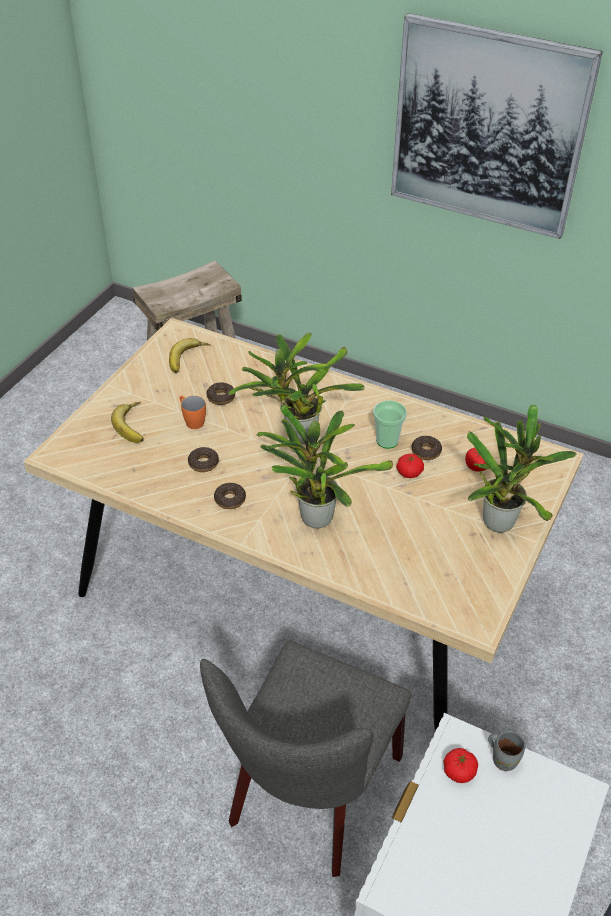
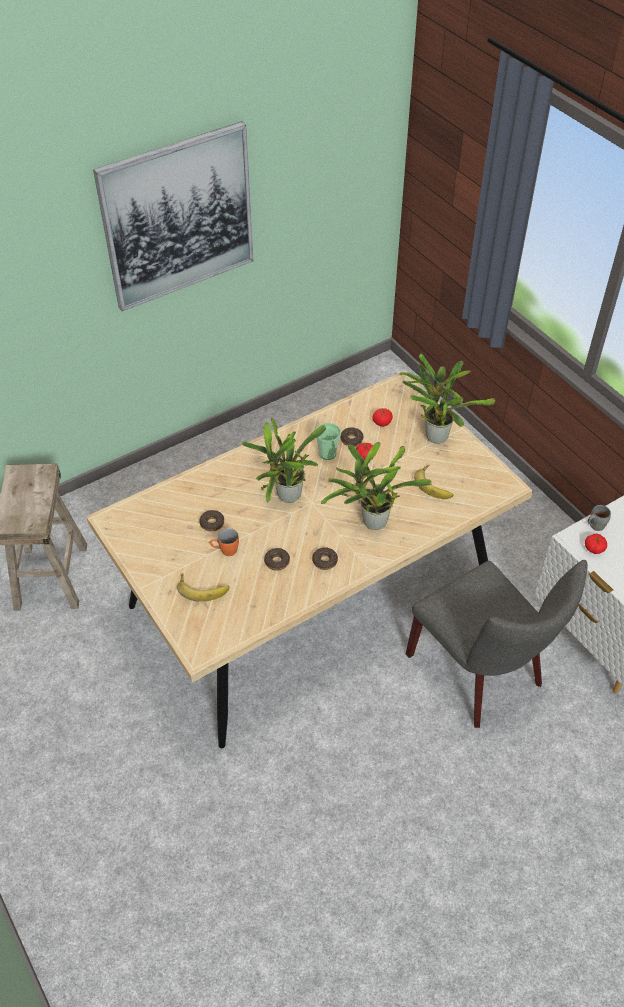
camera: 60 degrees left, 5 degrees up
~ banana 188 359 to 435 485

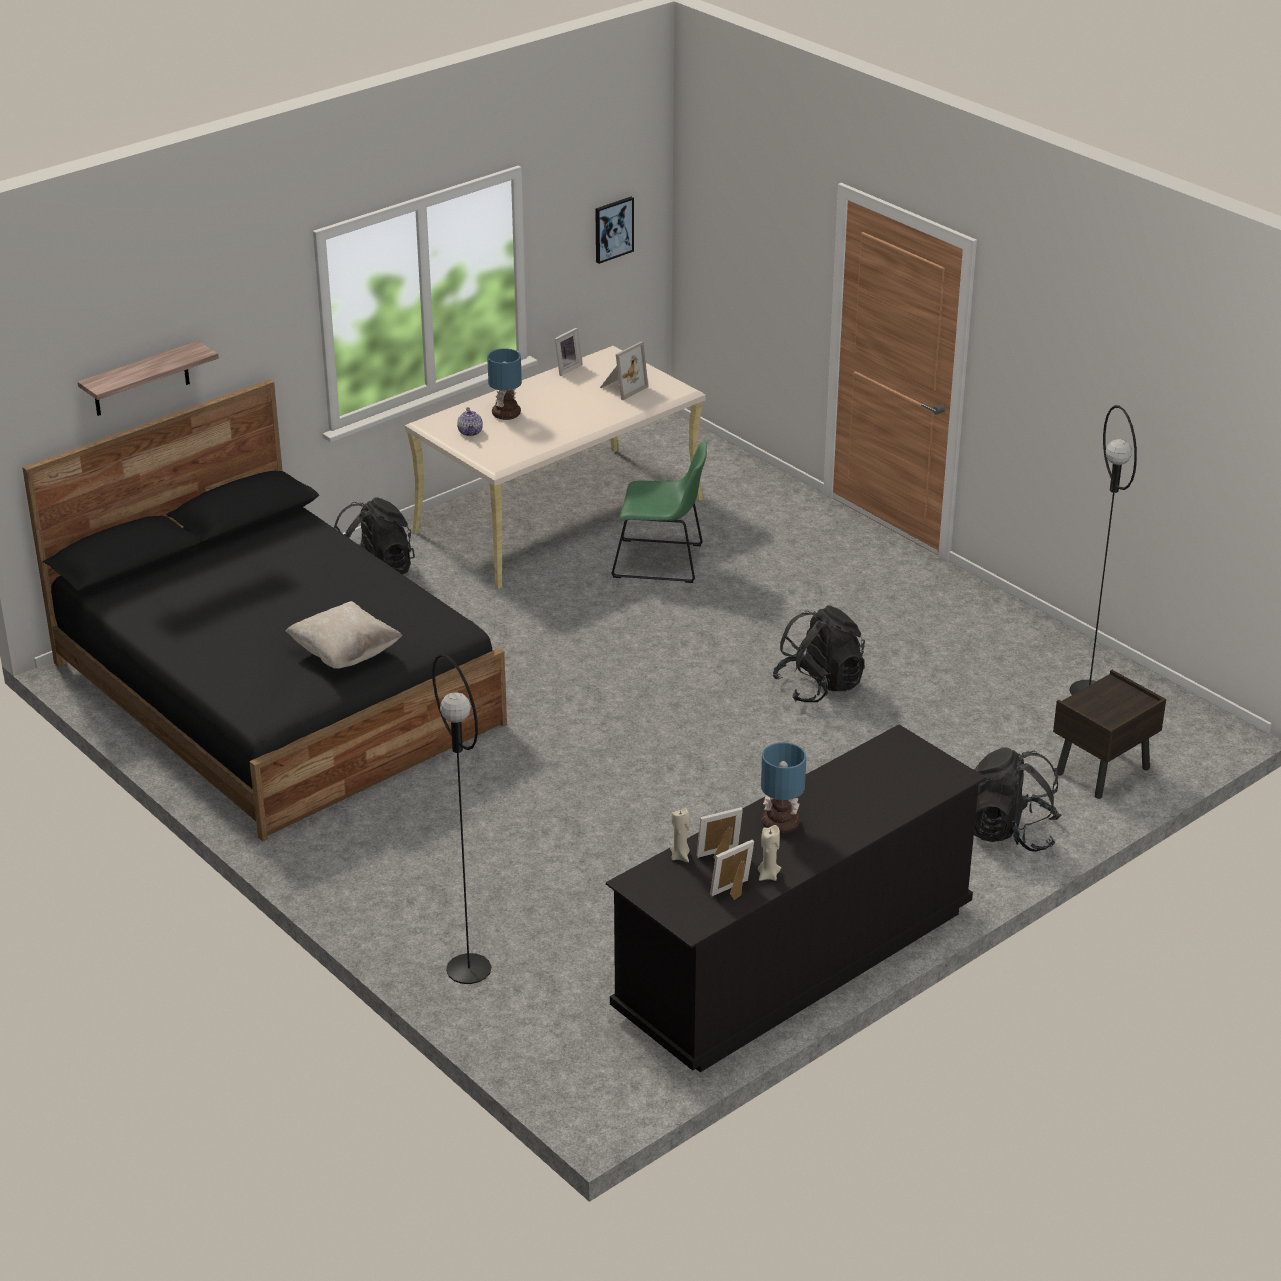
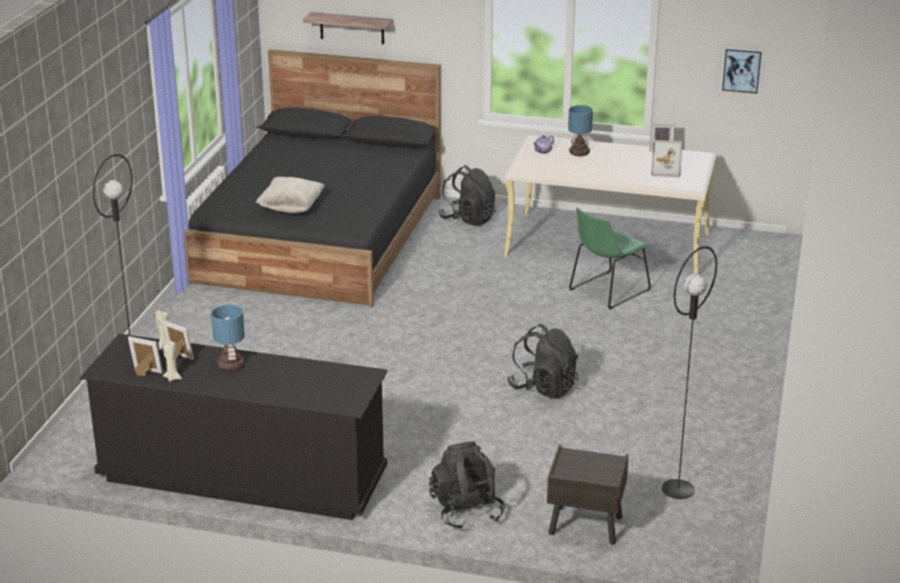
camera: 55 degrees right, 5 degrees down
~ chair in green 662 561 = 607 291 75 degrees clockwise

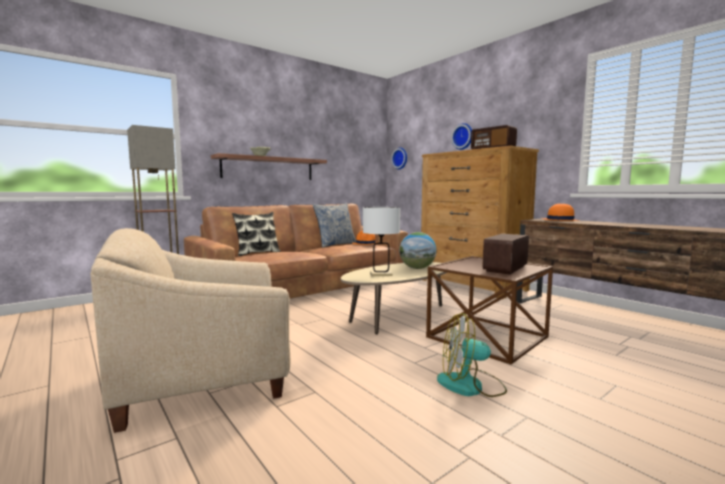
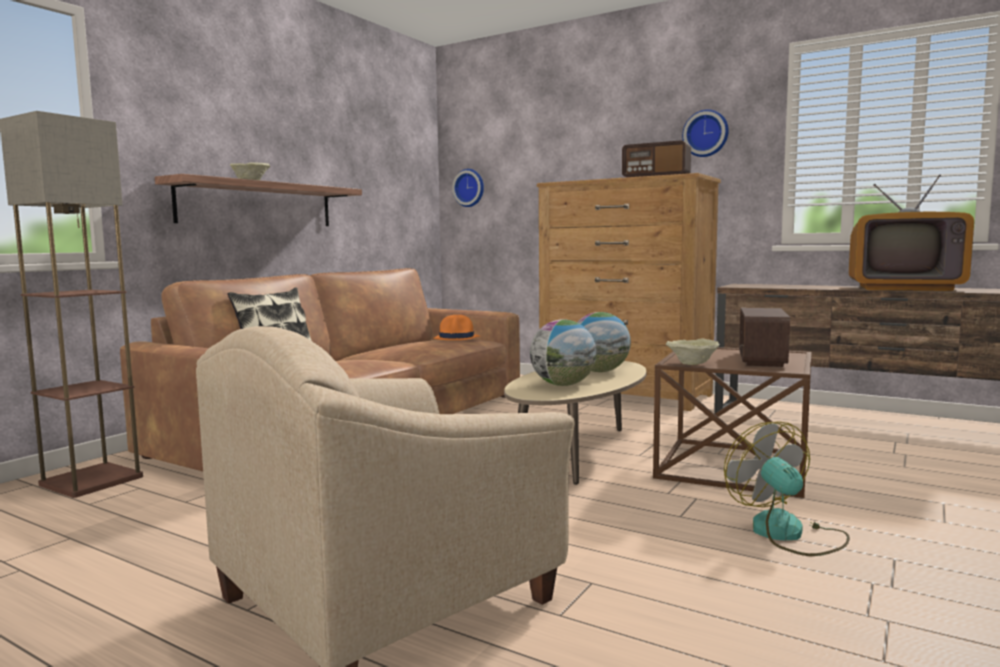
camera: 20 degrees left, 0 degrees up
~ table lamp in white 381 274 to globe 563 385
+ bowl in beige 690 363
~ wall clock 463 136 to 706 134
~ fan 470 385 = 788 534 90 degrees clockwise
+ television 904 288
- pillow 335 245
- hat in orange 559 220

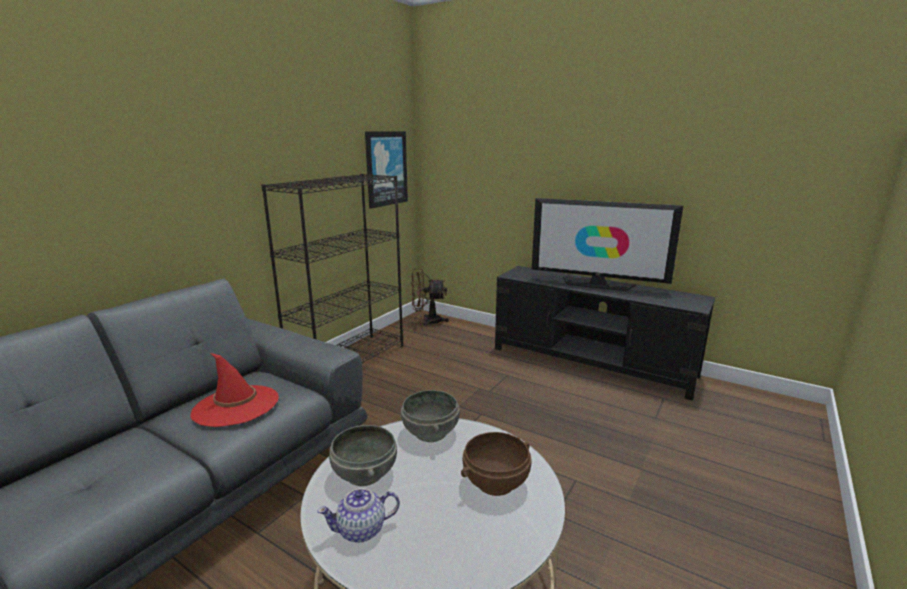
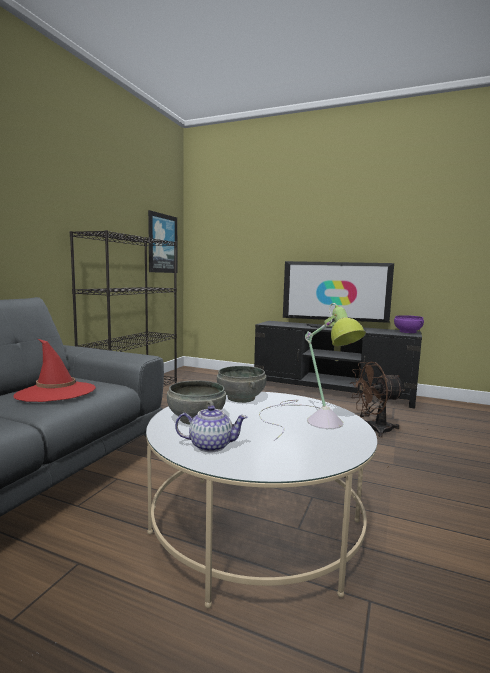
camera: 10 degrees left, 10 degrees down
~ teapot 362 530 = 210 445 150 degrees counterclockwise
~ bowl in brown 496 483 to table lamp 310 419
~ fan in brown 427 321 to 374 429
+ bowl in purple 408 332

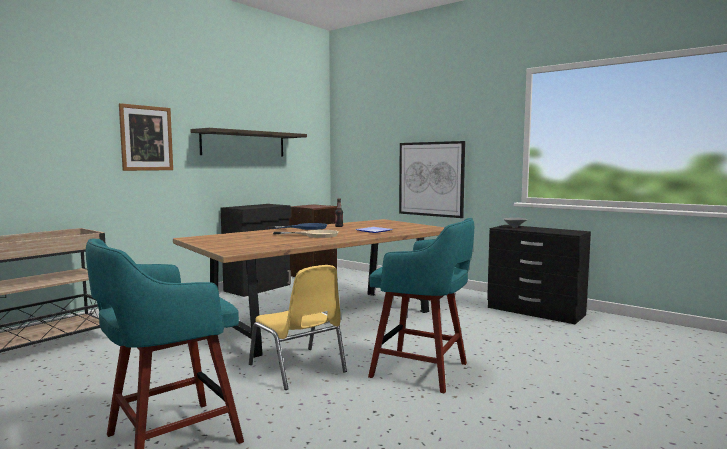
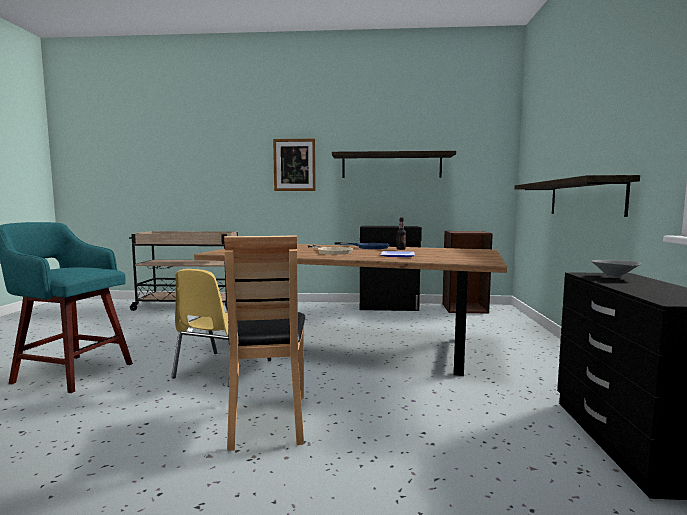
camera: 55 degrees right, 0 degrees up
~ stool in turquoise 422 371 to chair in brown 267 419
~ picture 431 179 to shelf 584 198

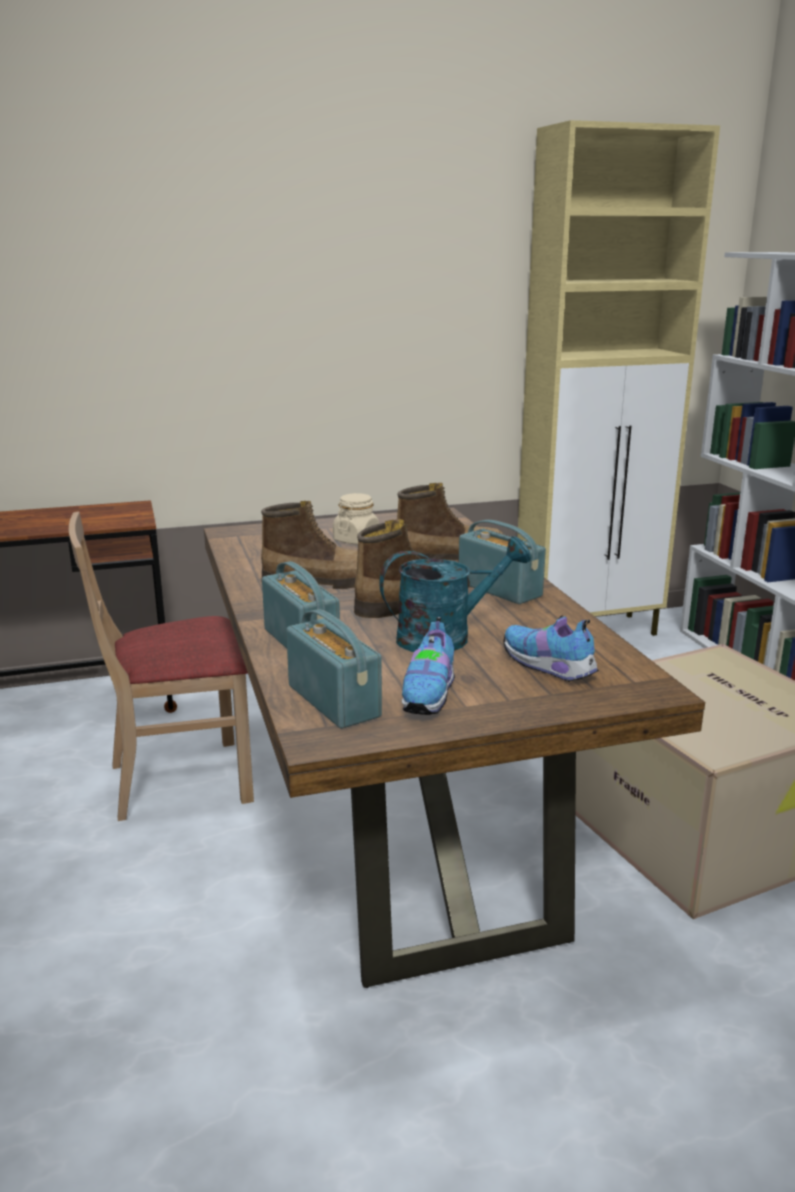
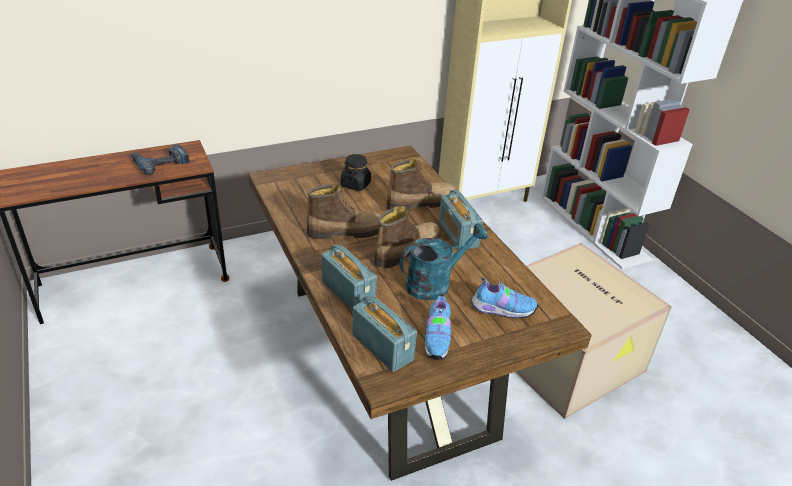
camera: 10 degrees left, 15 degrees up
+ power drill 160 162
~ jar in beige 356 540 to jar in black 355 184
~ radio 499 589 = 458 234 150 degrees counterclockwise
~ shoe 549 668 = 501 309 150 degrees clockwise
- chair in beige 180 780

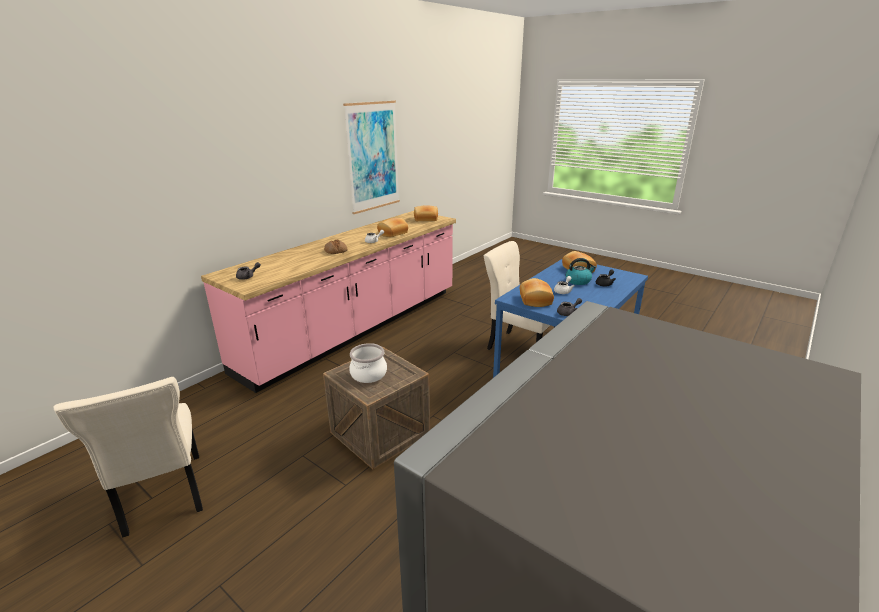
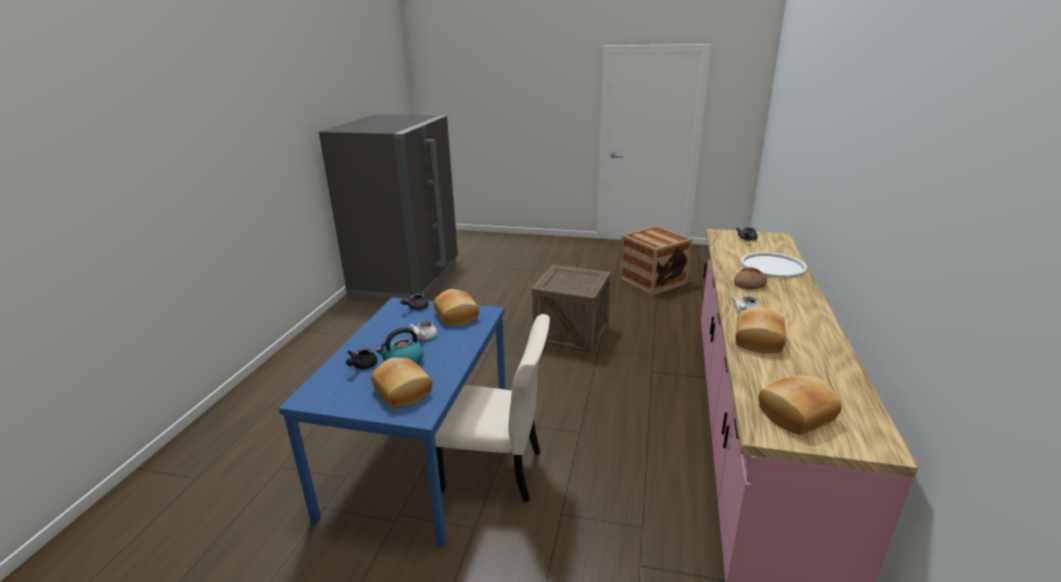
camera: 155 degrees right, 0 degrees up
~ chair in beige 163 496 to crate 652 281
+ tray in white 772 265
- picture 373 157
- cooking pot 369 374

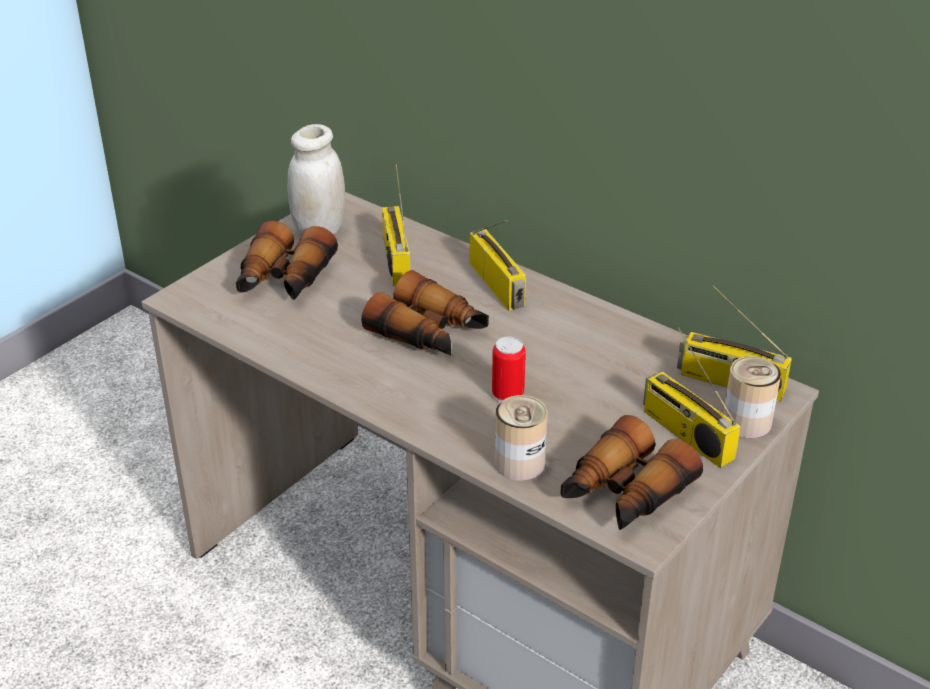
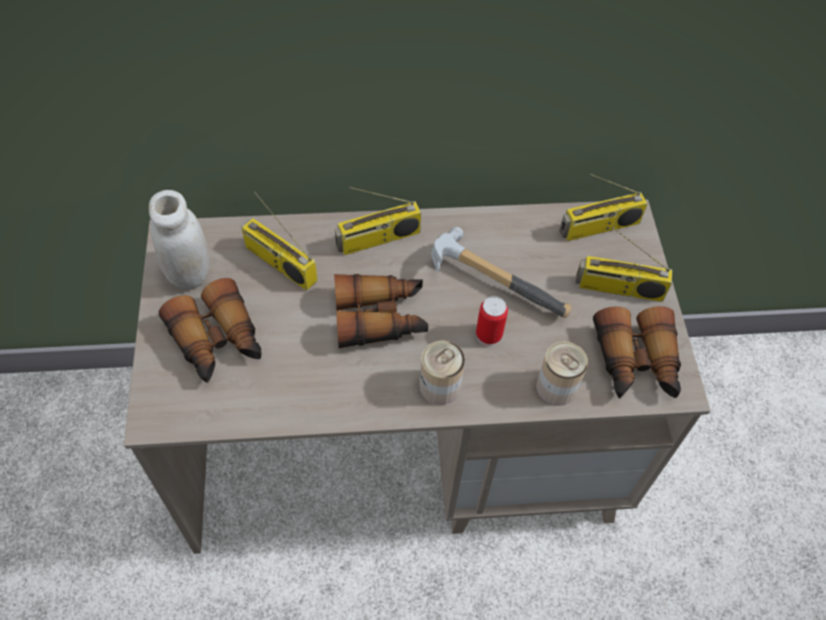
camera: 45 degrees left, 20 degrees up
~ radio 498 285 = 378 240 135 degrees clockwise
~ can 747 422 to 439 386
+ hammer 495 278

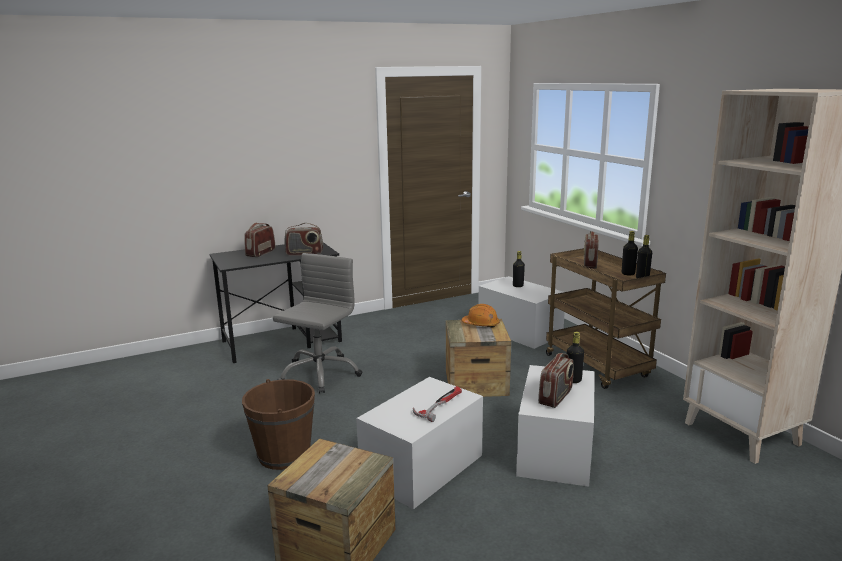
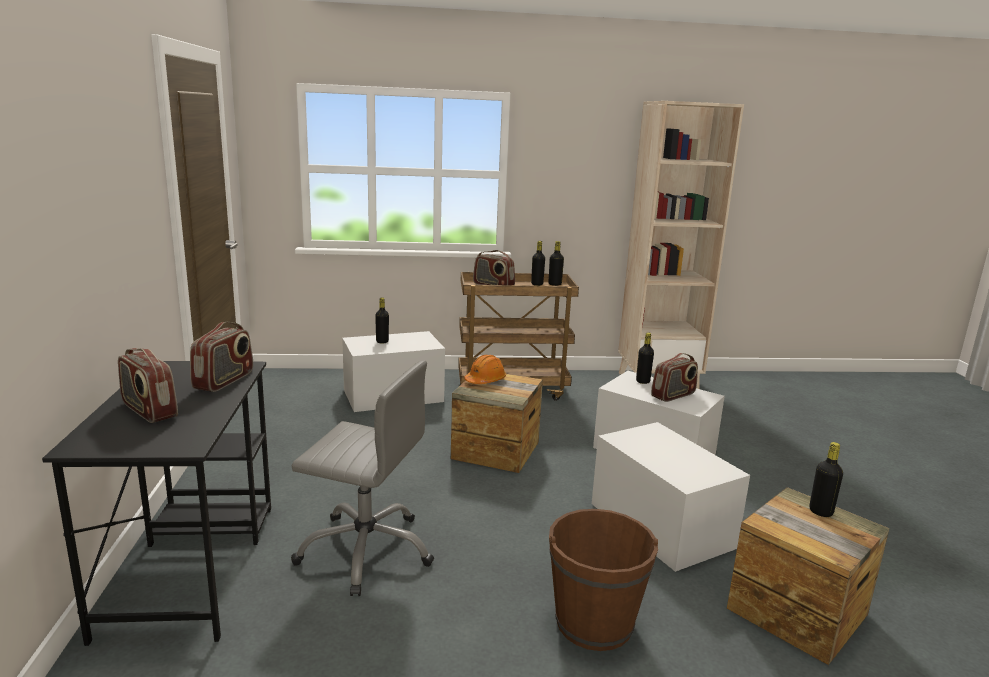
camera: 70 degrees left, 0 degrees up
~ office chair in grey 319 373 = 366 550 150 degrees clockwise
~ radio 556 397 = 673 395 90 degrees clockwise
+ bottle in black 820 512
- hammer 439 405

